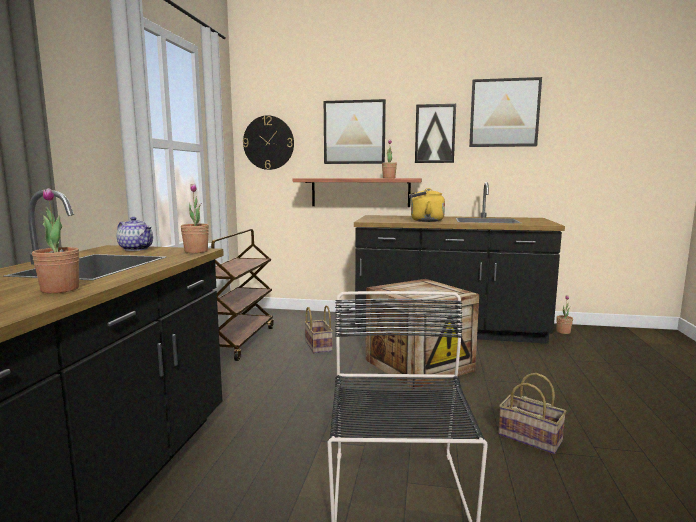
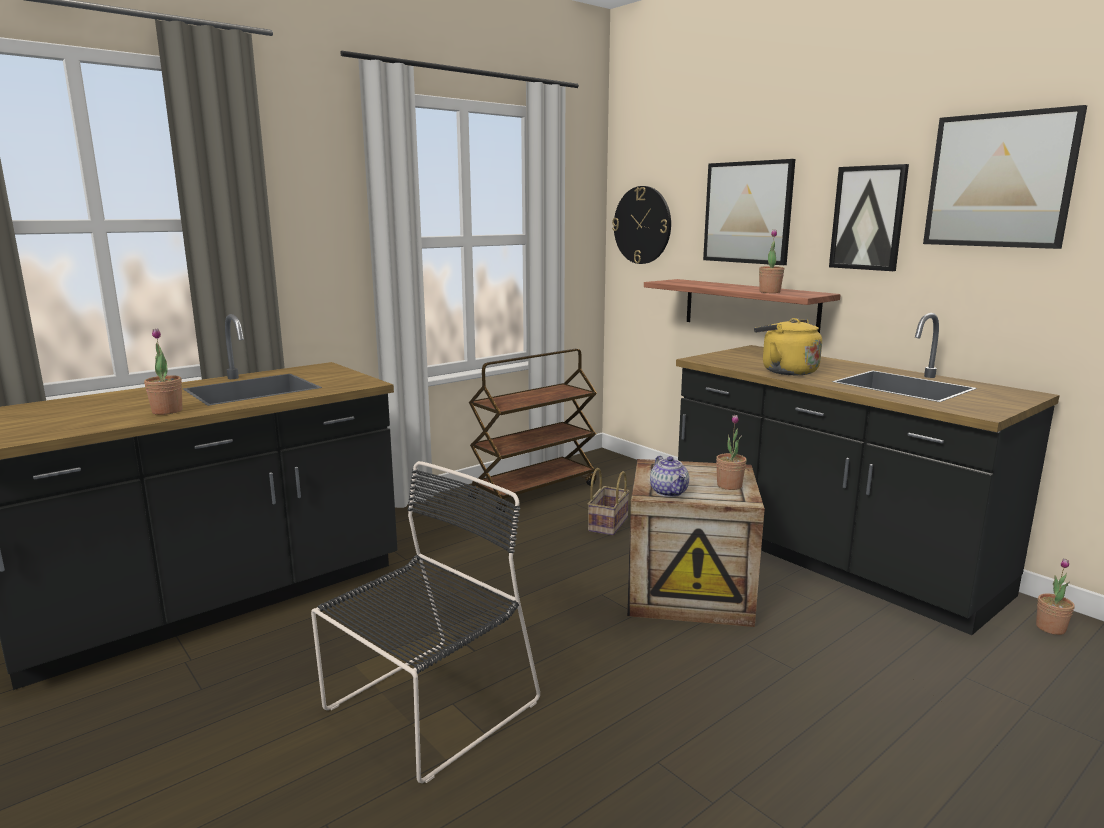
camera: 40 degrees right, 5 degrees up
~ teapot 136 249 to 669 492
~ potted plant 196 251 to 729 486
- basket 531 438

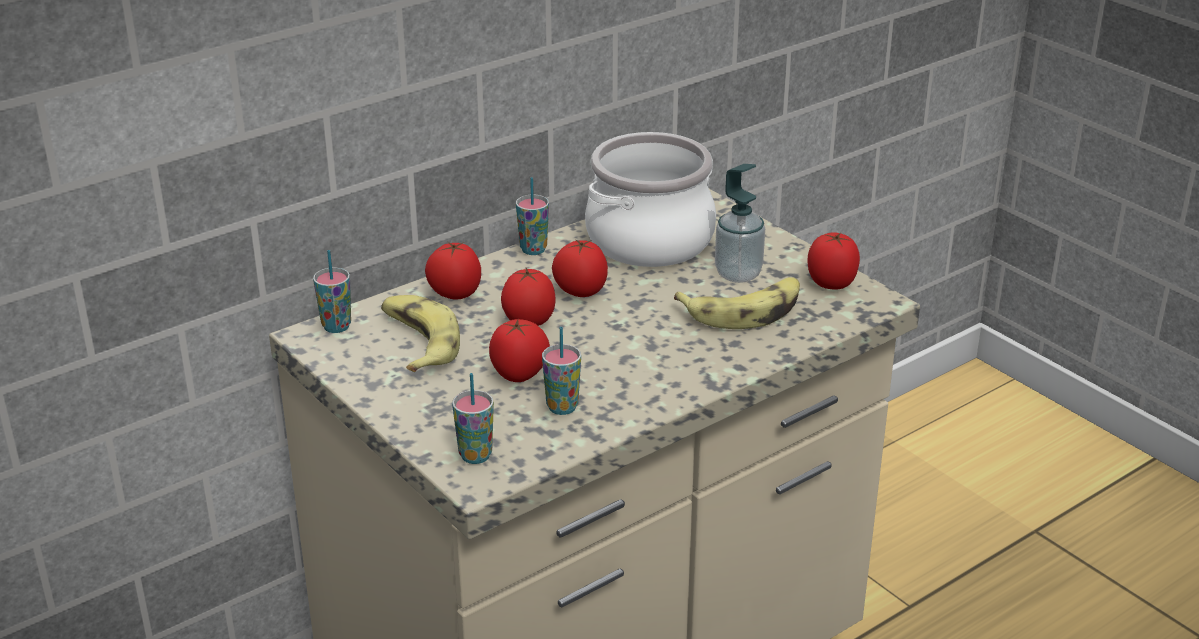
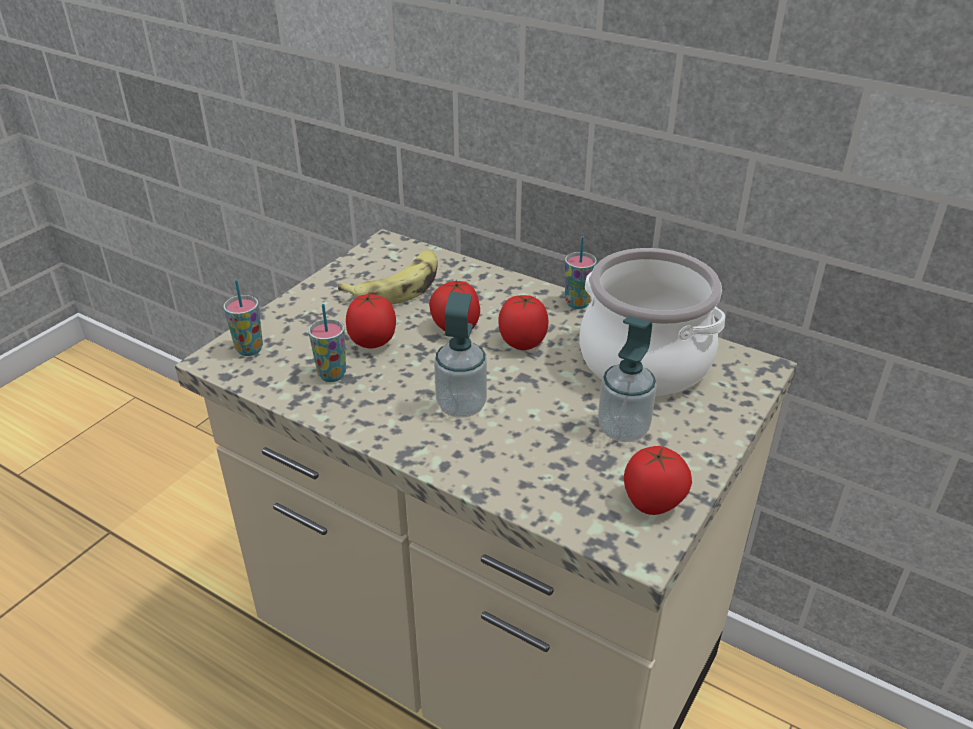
camera: 70 degrees right, 5 degrees up
+ soap dispenser 461 406
- cup 336 327
- tomato 454 294
- banana 744 311

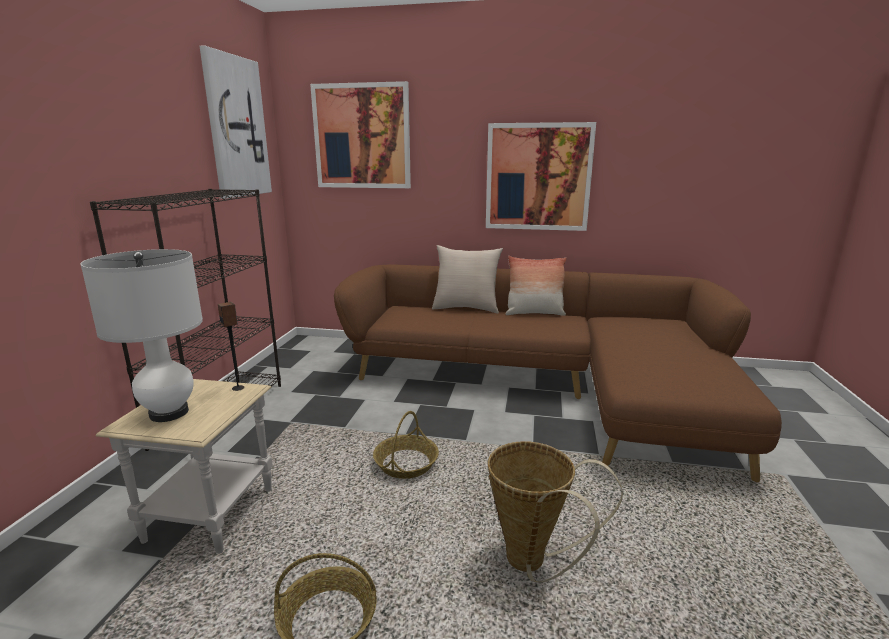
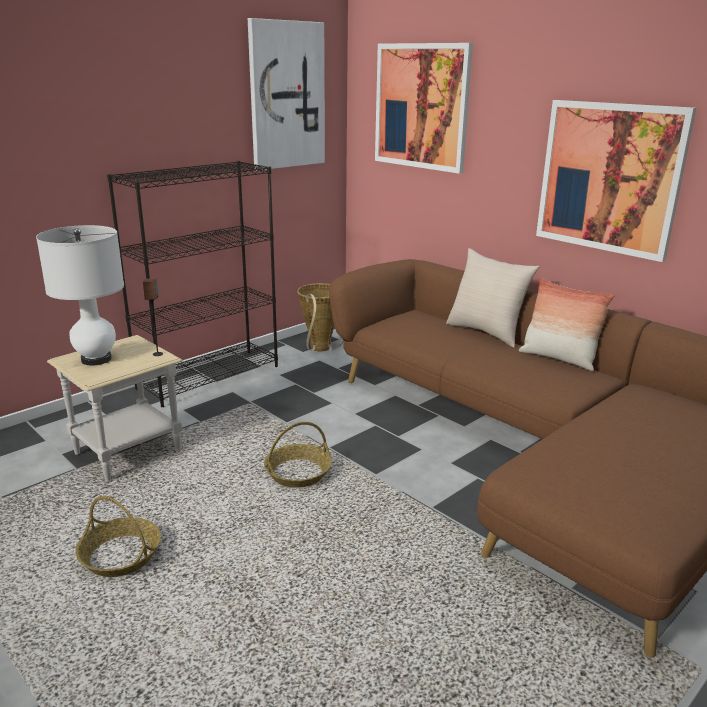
camera: 35 degrees right, 5 degrees up
~ basket 533 564 to 321 350

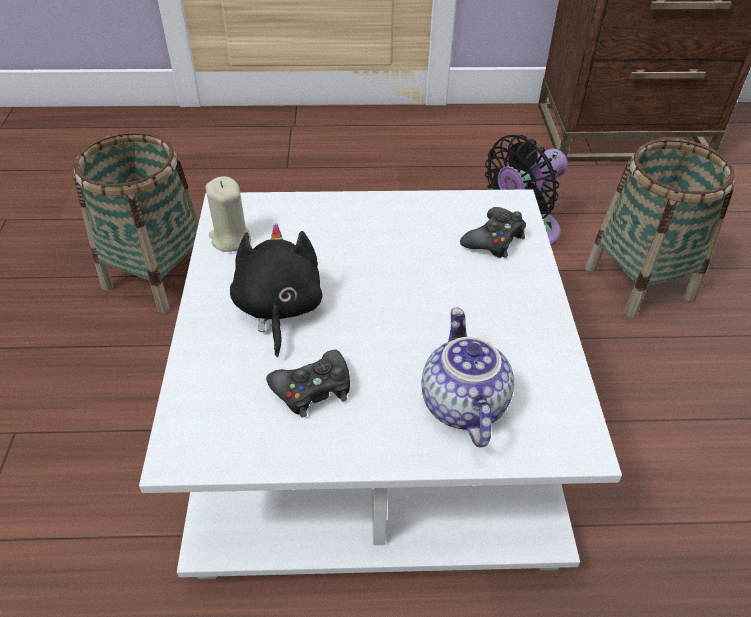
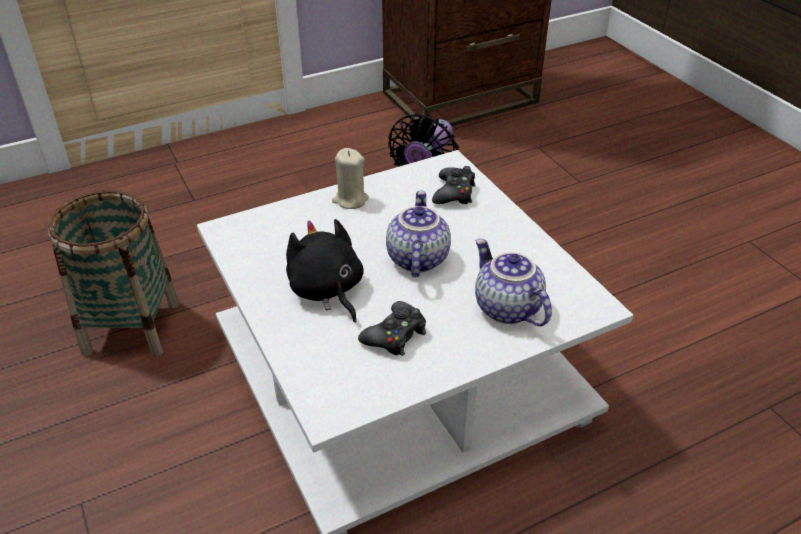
camera: 25 degrees left, 5 degrees down
~ candle in beige 230 239 to 350 200
+ teapot 416 258
- basket 639 282

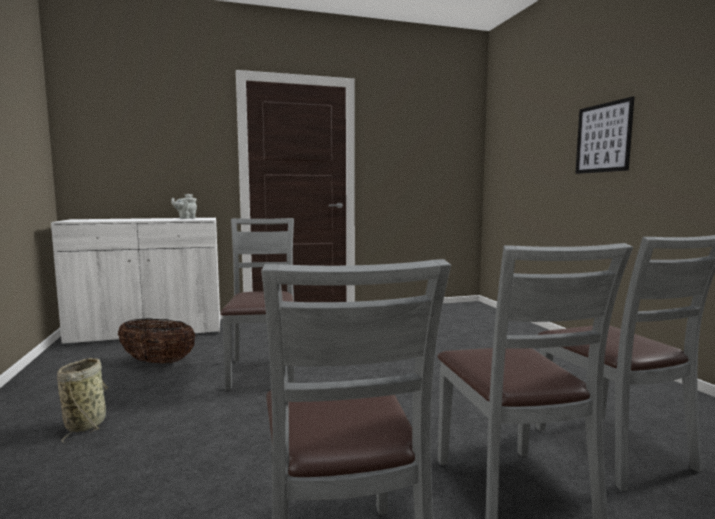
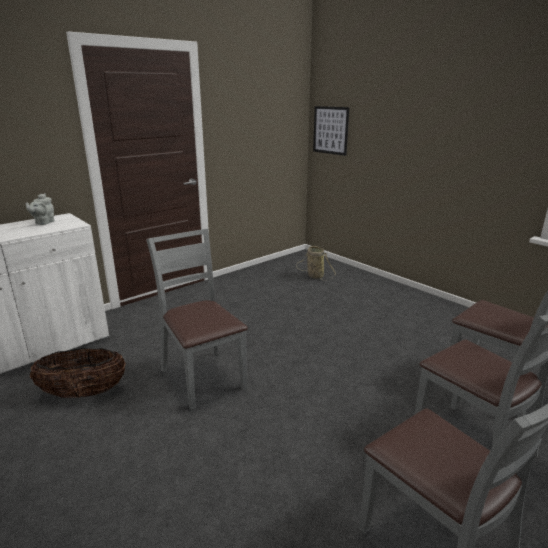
camera: 25 degrees left, 15 degrees up
~ basket 87 423 to 314 275
~ picture 603 138 to 330 130

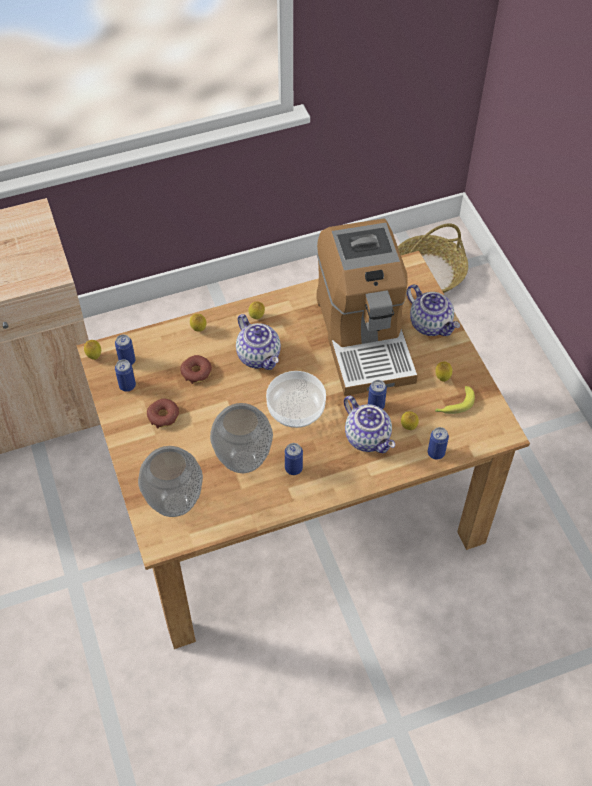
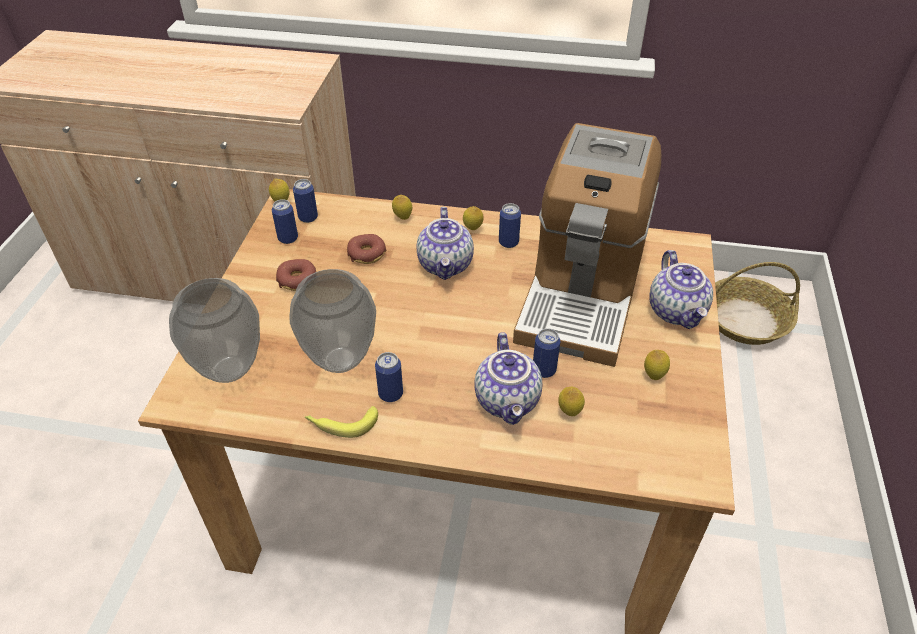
camera: 30 degrees right, 10 degrees down
~ banana 454 405 to 341 423
~ can 436 453 to 508 242
- bowl 296 409

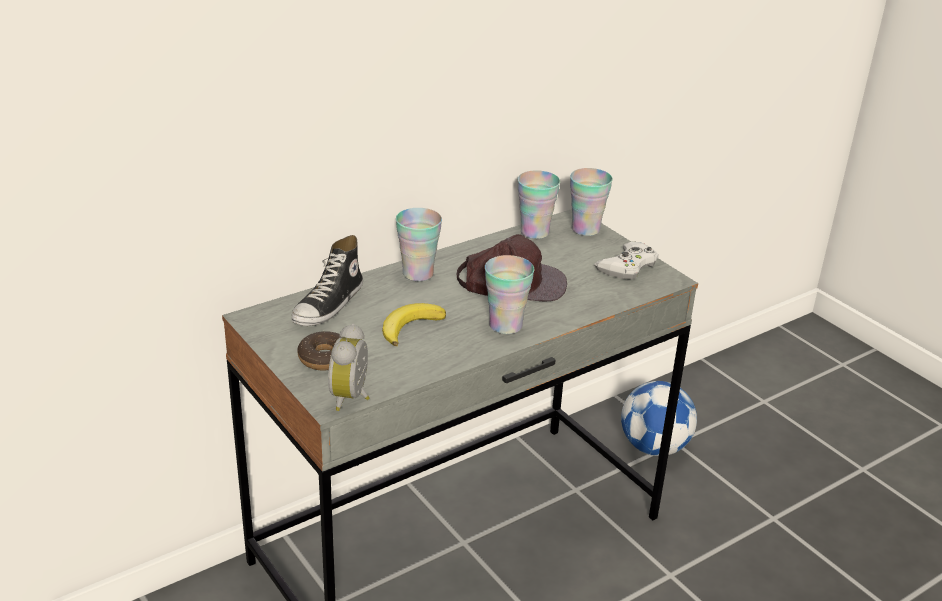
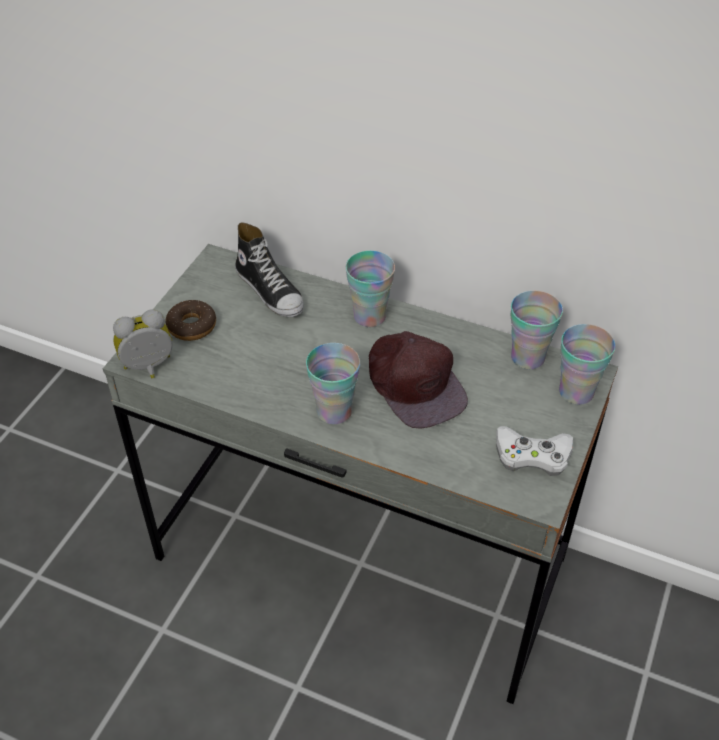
camera: 60 degrees right, 15 degrees up
~ shoe 329 305 = 270 290 120 degrees counterclockwise
- banana 410 327
- football 654 447

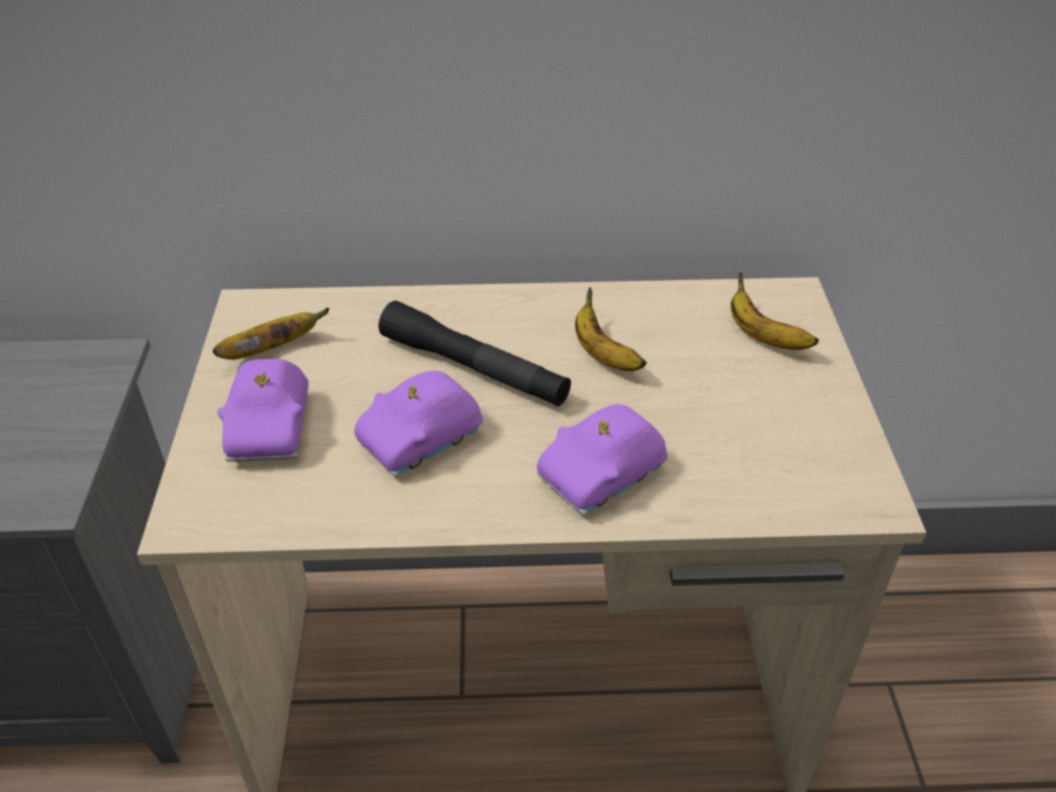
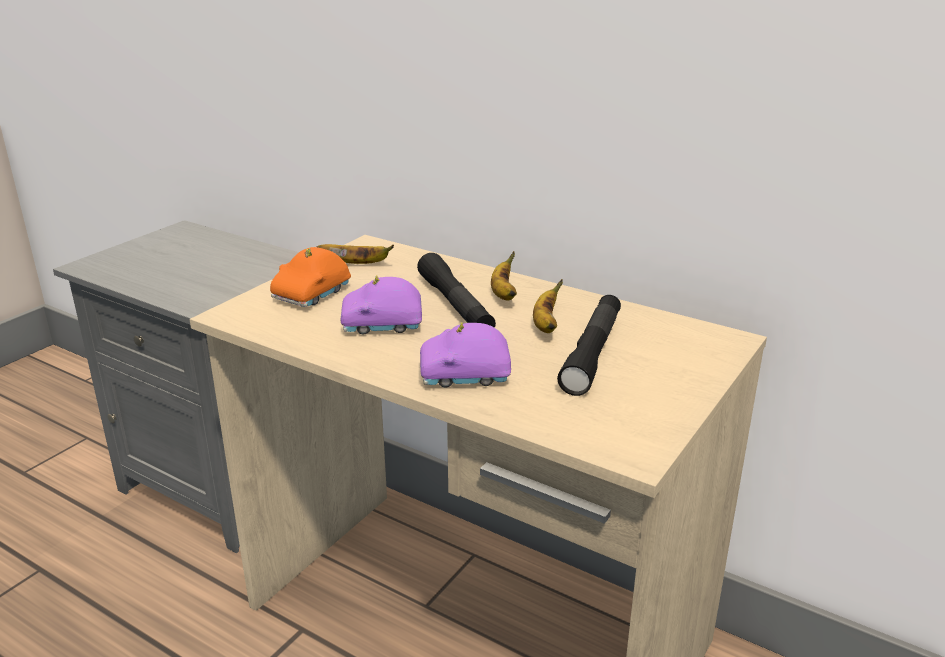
camera: 35 degrees right, 15 degrees down
~ toy car in purple 272 428 to toy car in orange 313 294
~ banana 763 336 to 503 294
+ flashlight in black 592 353

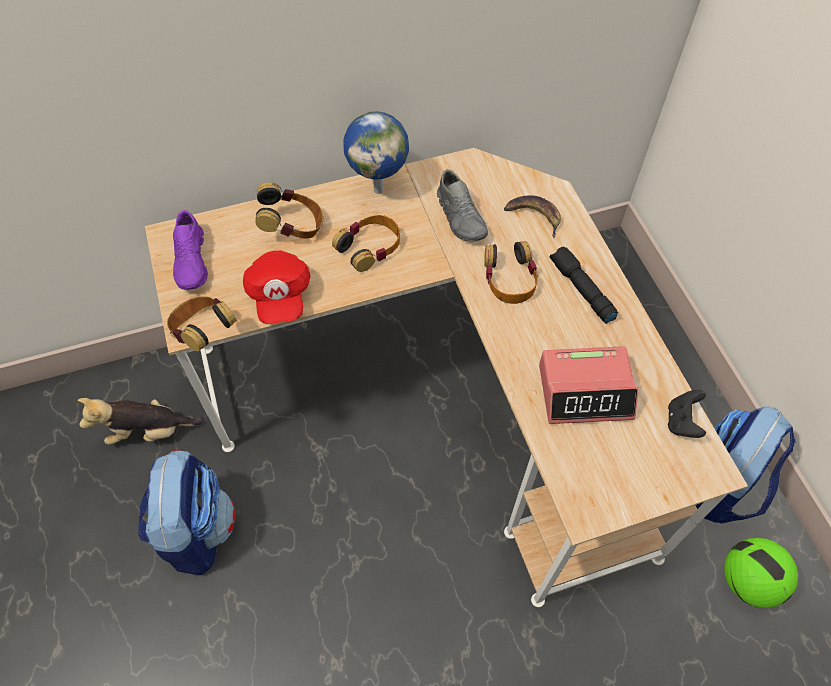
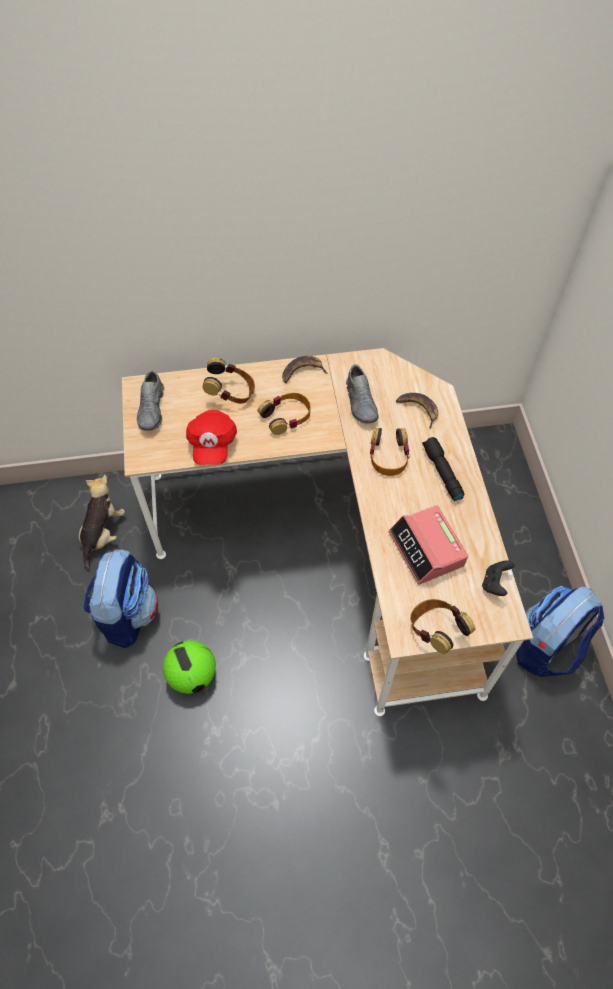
camera: 10 degrees right, 0 degrees up
~ plush toy 149 431 = 103 534 105 degrees clockwise
~ shoe in purple 192 261 to shoe in grey 152 409
~ football 747 580 to 192 675
~ globe 379 189 to banana 302 371
~ alarm clock 585 391 = 426 549 60 degrees clockwise
~ headphones 204 333 to 435 630

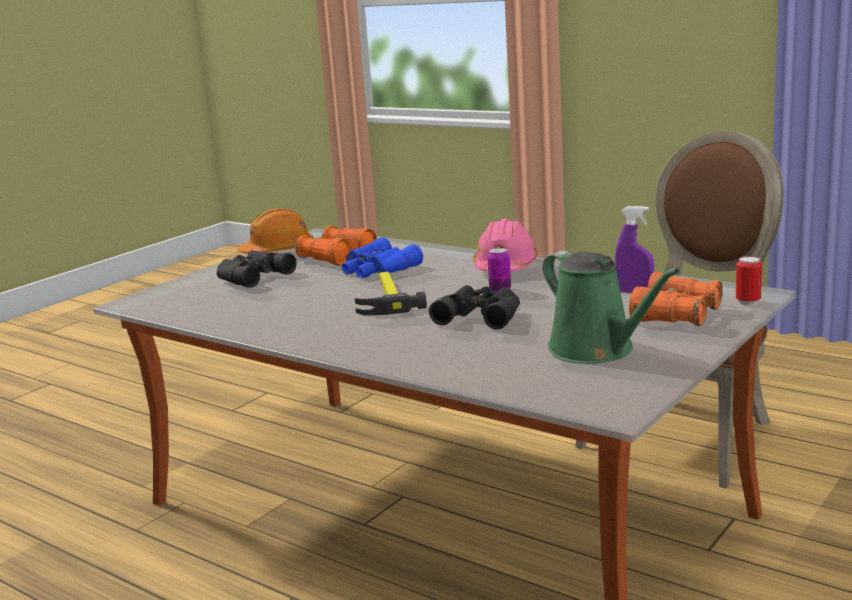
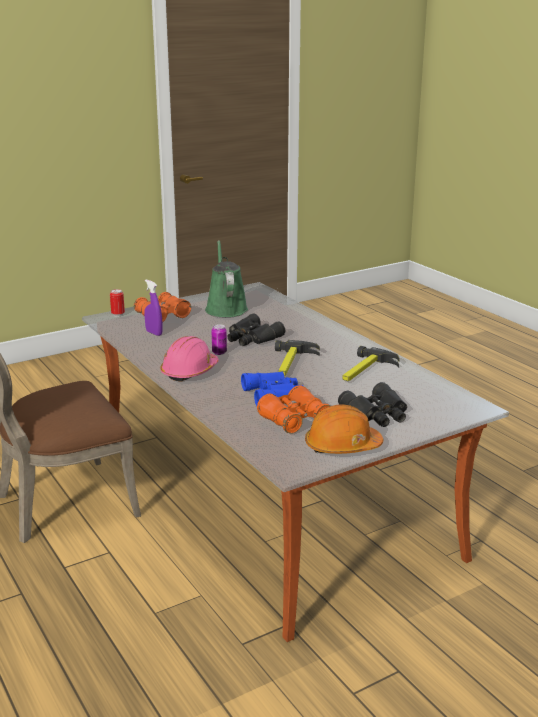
camera: 160 degrees left, 5 degrees up
+ hammer 366 371

